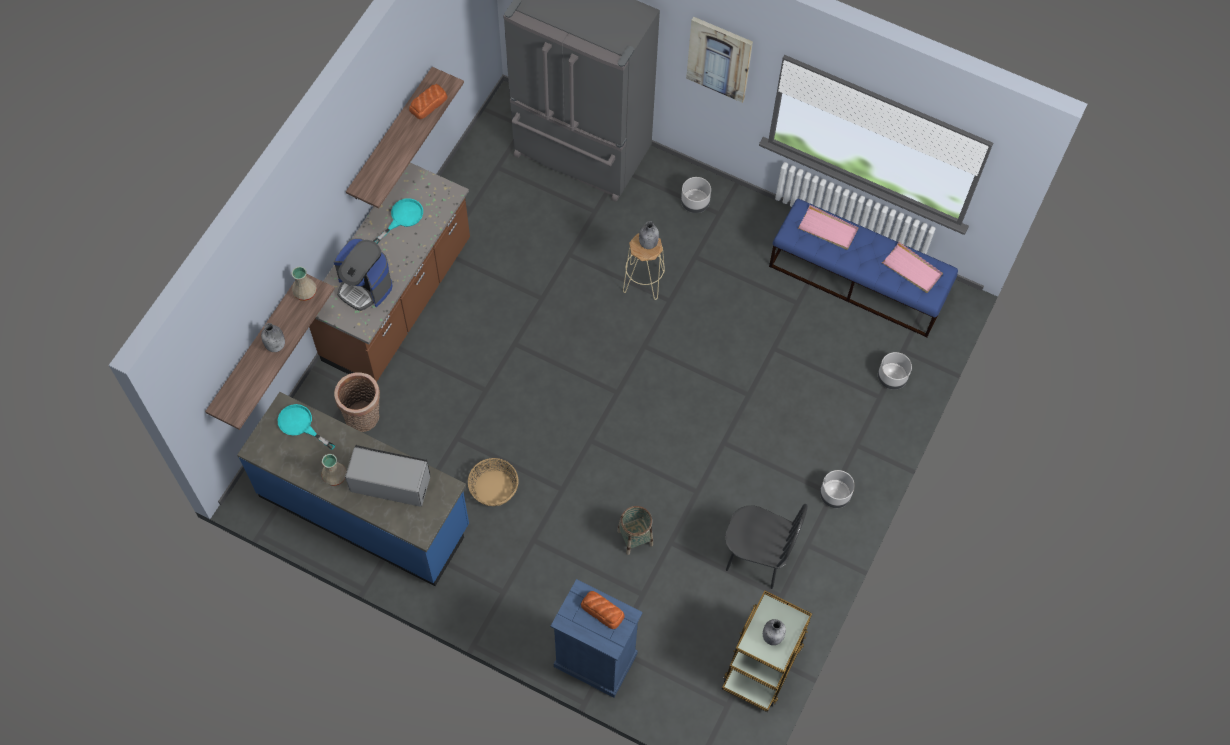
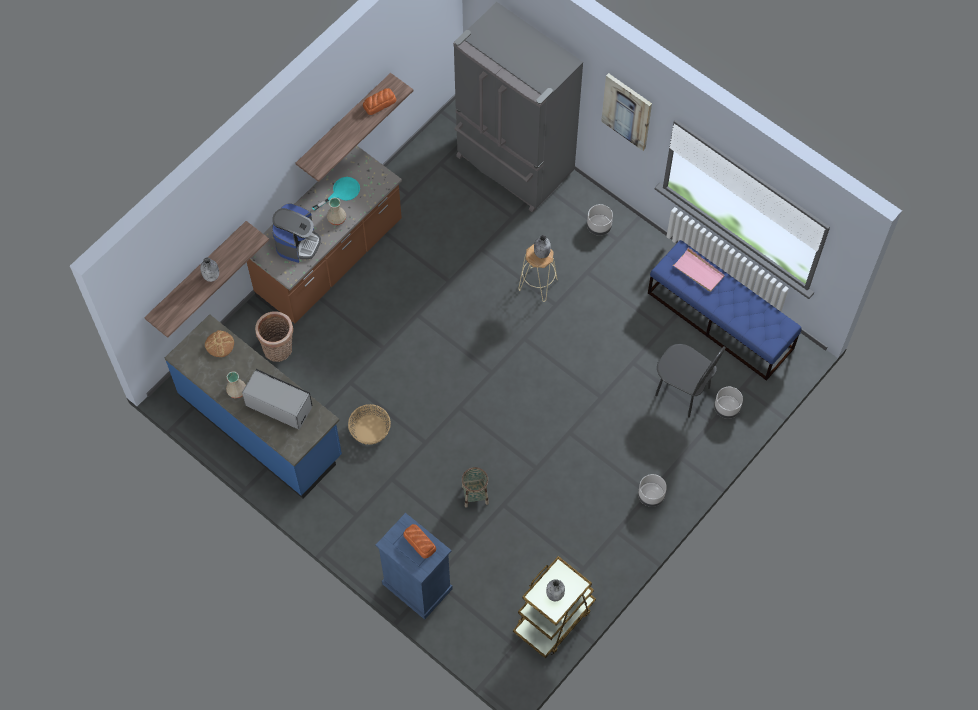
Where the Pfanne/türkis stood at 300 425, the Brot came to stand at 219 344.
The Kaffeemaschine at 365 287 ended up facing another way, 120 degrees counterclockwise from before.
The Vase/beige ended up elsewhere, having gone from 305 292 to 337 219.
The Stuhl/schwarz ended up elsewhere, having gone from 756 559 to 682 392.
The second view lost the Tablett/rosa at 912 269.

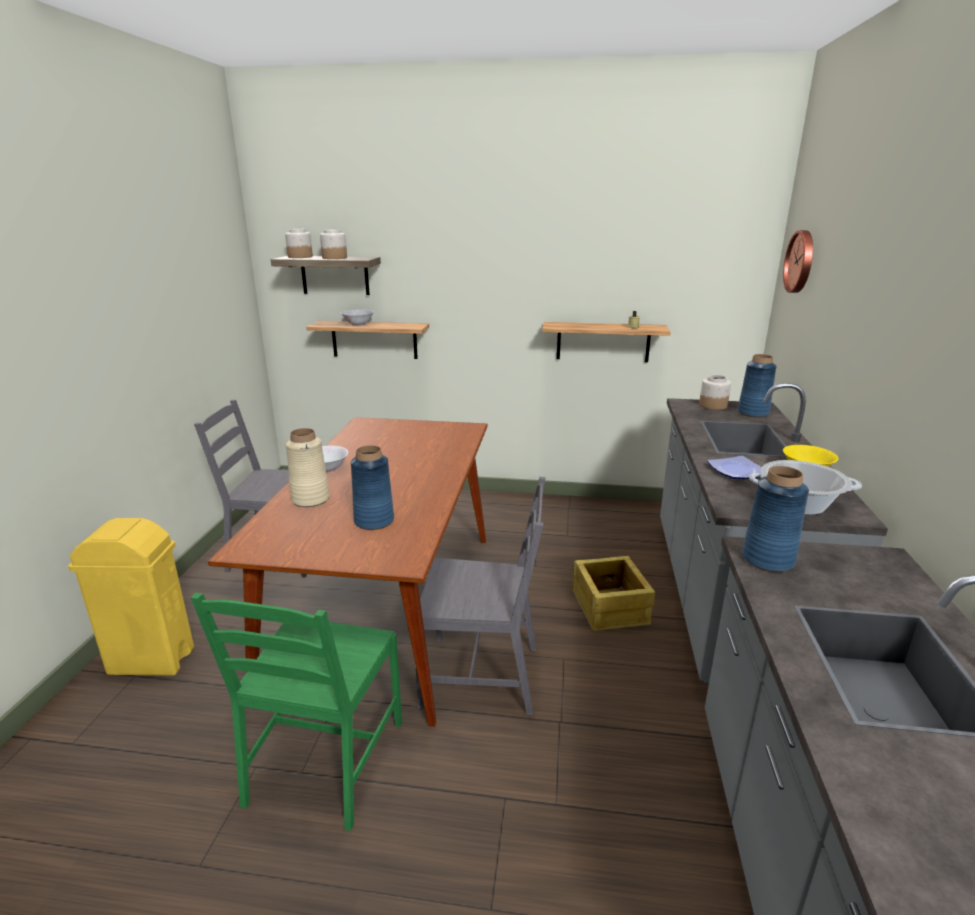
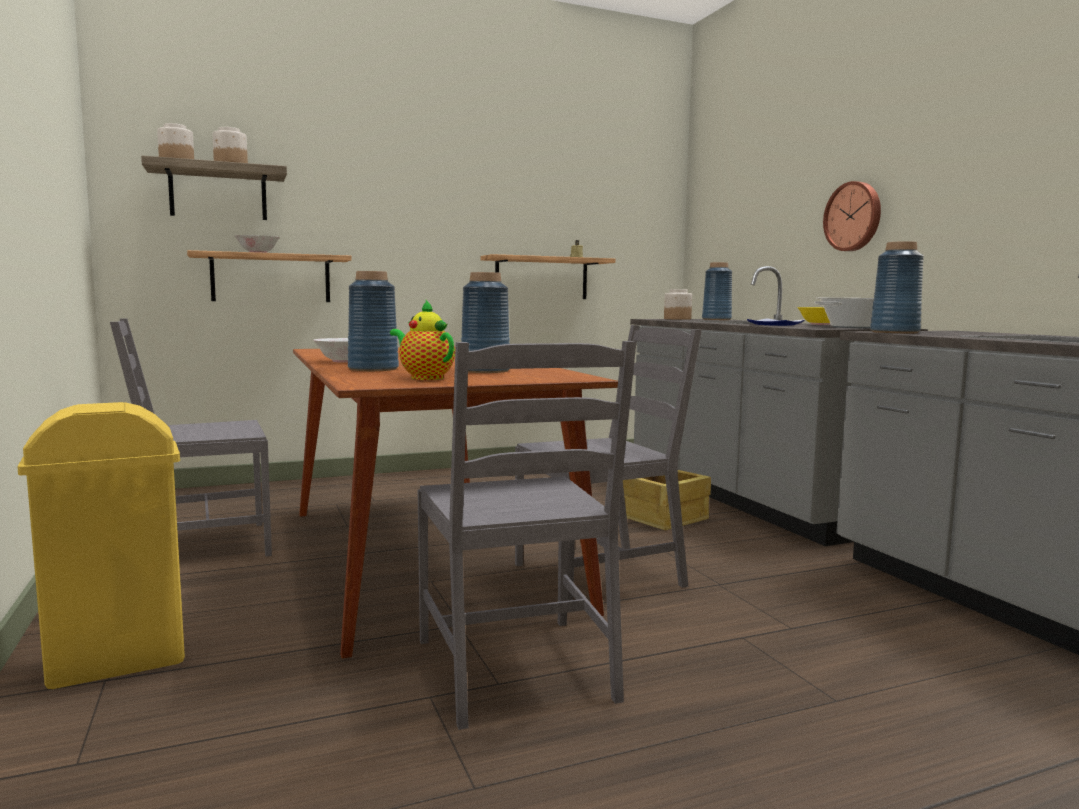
What was the Vase/beige at 310 499 turned into the Vase/blau at 373 369.
The second view gained the Teekanne at 424 377.
What was the Stuhl/grün at 325 762 turned into the Stuhl/grau at 517 669.
The Wanduhr ended up elsewhere, having gone from 801 262 to 854 216.

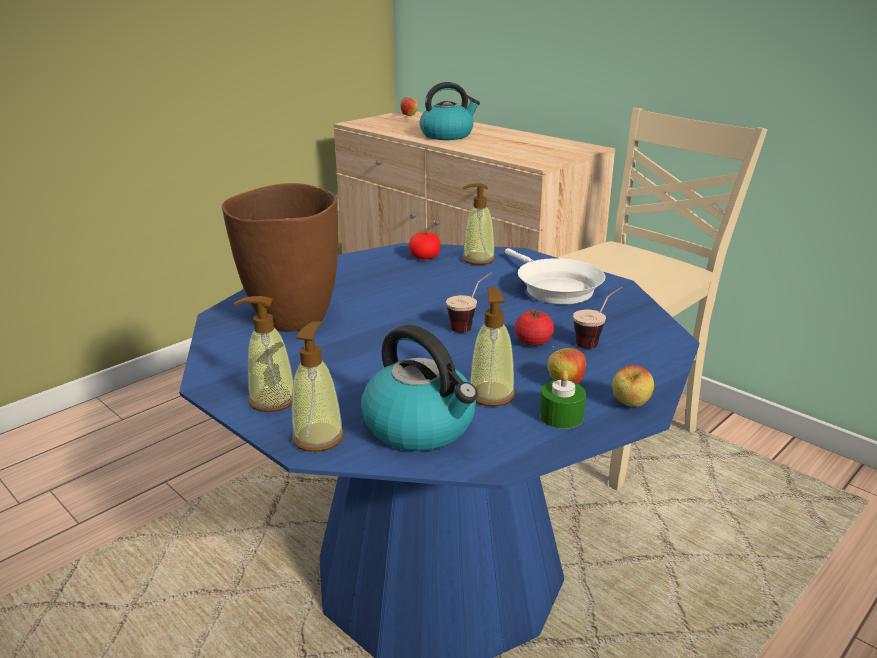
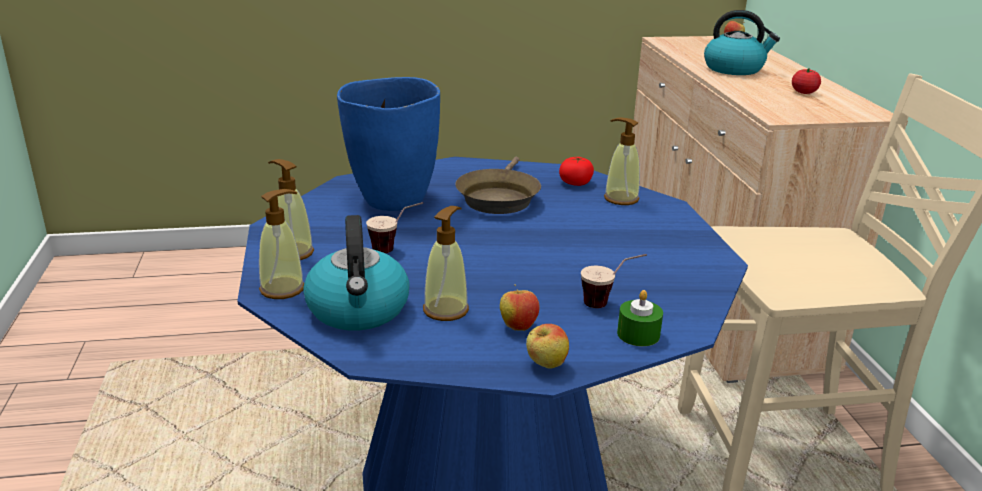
What was the Vase/braun at 293 319 turned into the Vase/blau at 393 200.
The Tasse ended up elsewhere, having gone from 470 325 to 395 249.
The second view gained the Pfanne/braun at 498 198.
The Kerze/grün ended up elsewhere, having gone from 561 416 to 638 334.
The Tomate ended up elsewhere, having gone from 533 342 to 804 92.
The second view lost the Pfanne/weiß at 554 288.

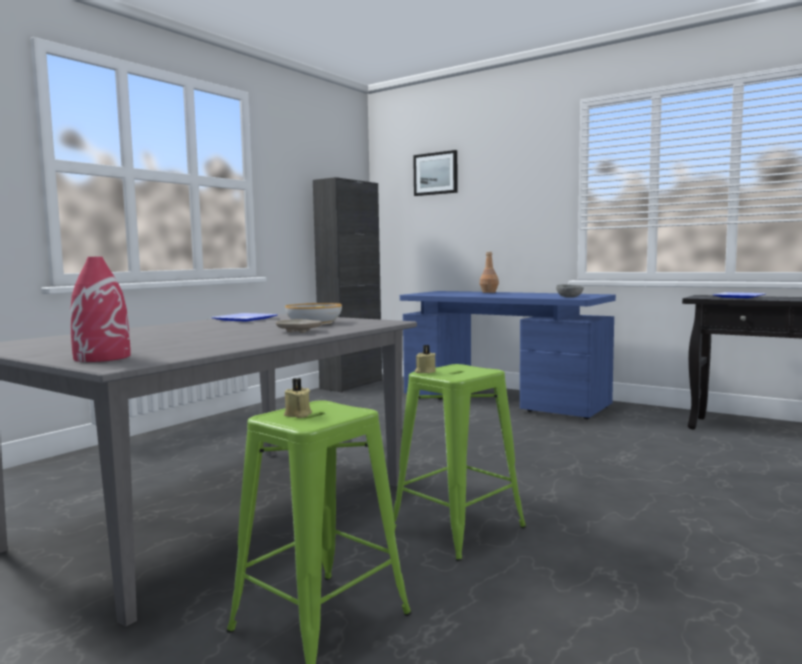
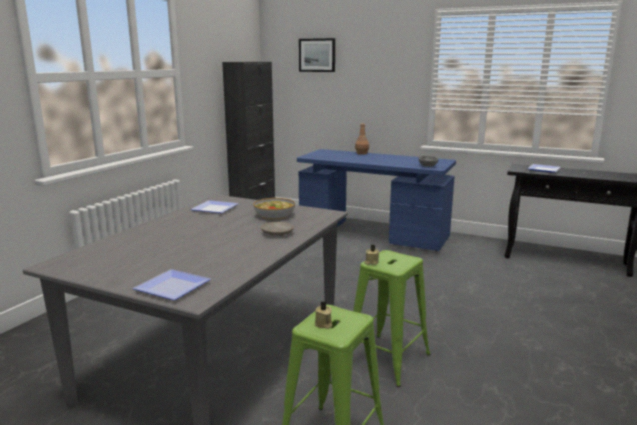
Where the Vase/rot stood at 102 357, the Teller came to stand at 172 286.

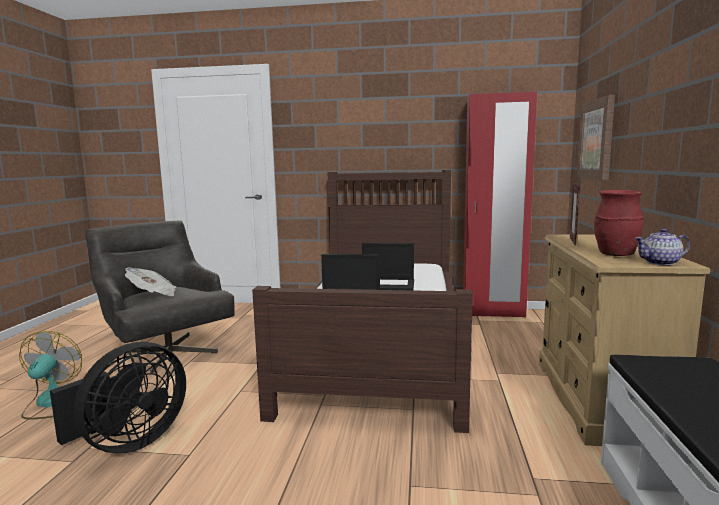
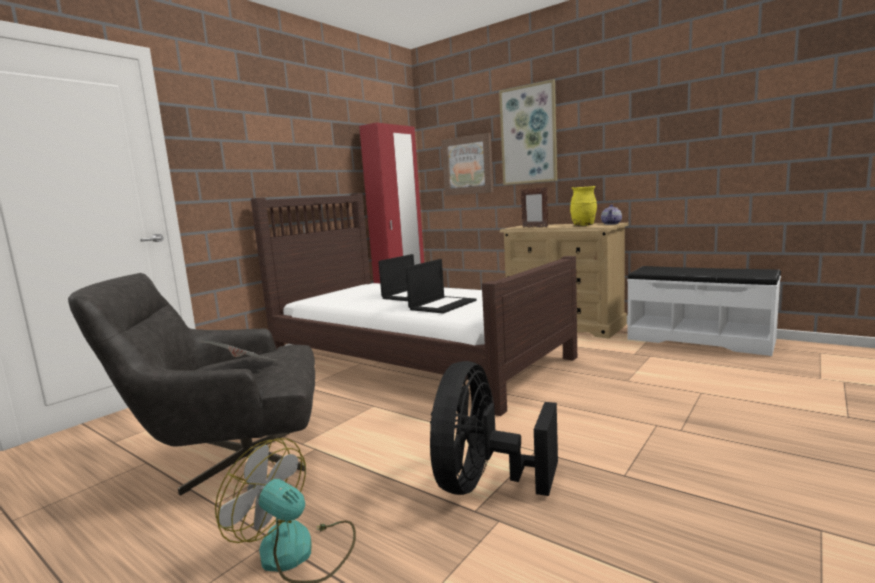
The Ventilator/schwarz at 128 443 ended up facing another way, 135 degrees counterclockwise from before.
The second view gained the Bild at 528 135.
What was the Vase/rot at 615 255 turned into the Vase/gelb at 584 225.

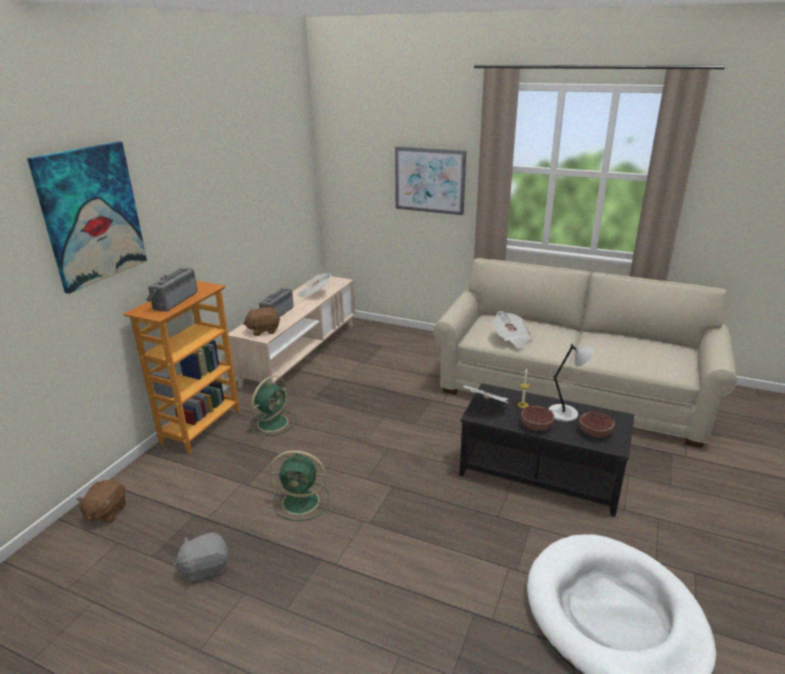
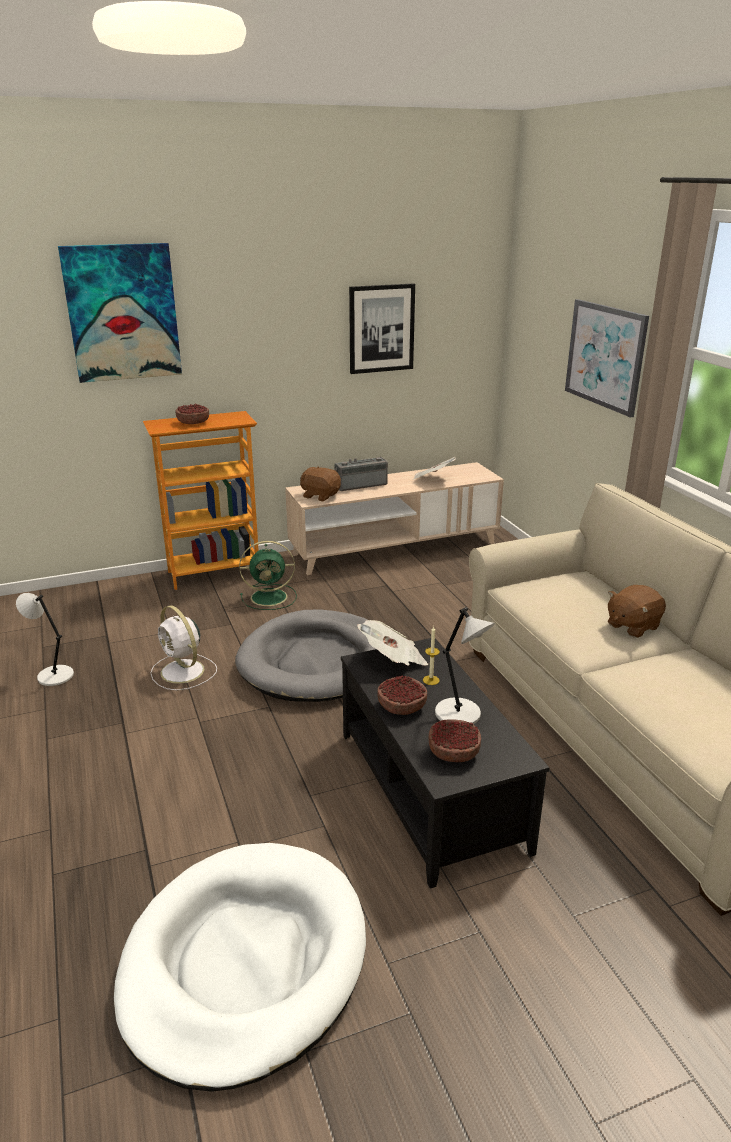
Where the Plüschtier/grau stood at 205 568, the Tischlampe/grau came to stand at 53 676.
What was the Ventilator/grün at 302 502 turned into the Ventilator/weiß at 183 672.
Where the Radio stood at 173 301, the Schüssel came to stand at 193 422.
The second view gained the Hundebett/grau at 316 661.
The second view gained the Bild at 381 328.
The Plüschtier/braun ended up elsewhere, having gone from 106 512 to 632 626.
The second view lost the Zeitung at 511 339.

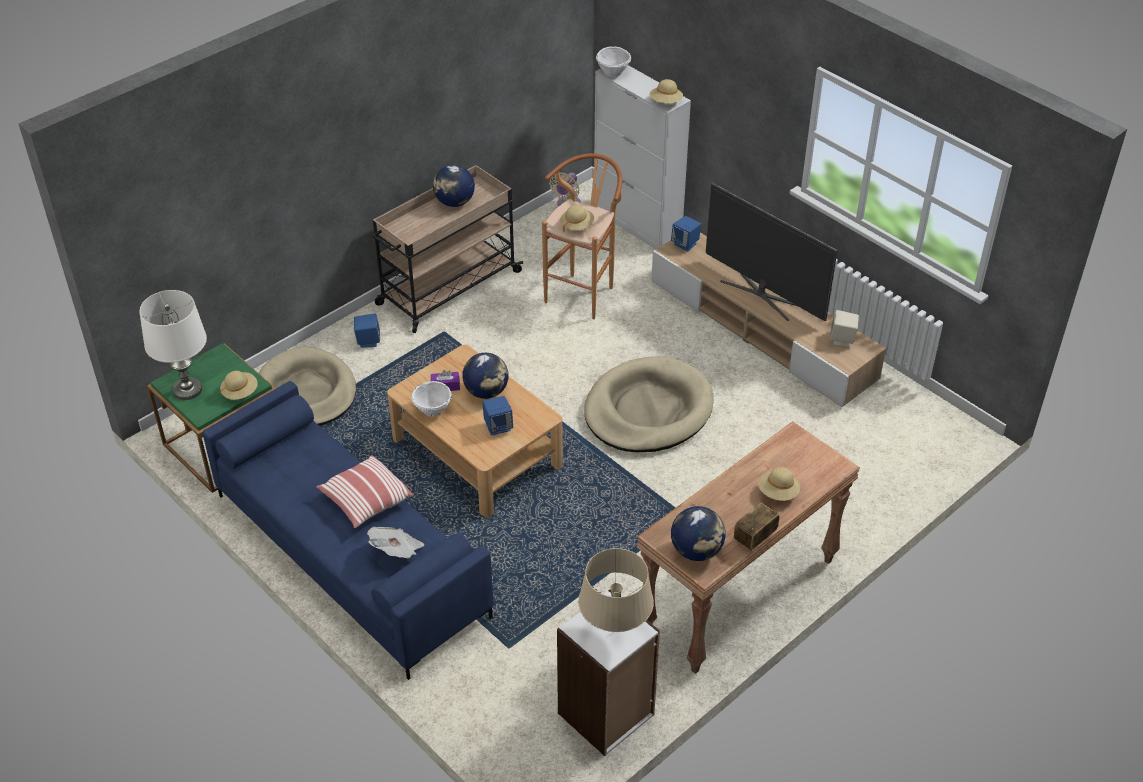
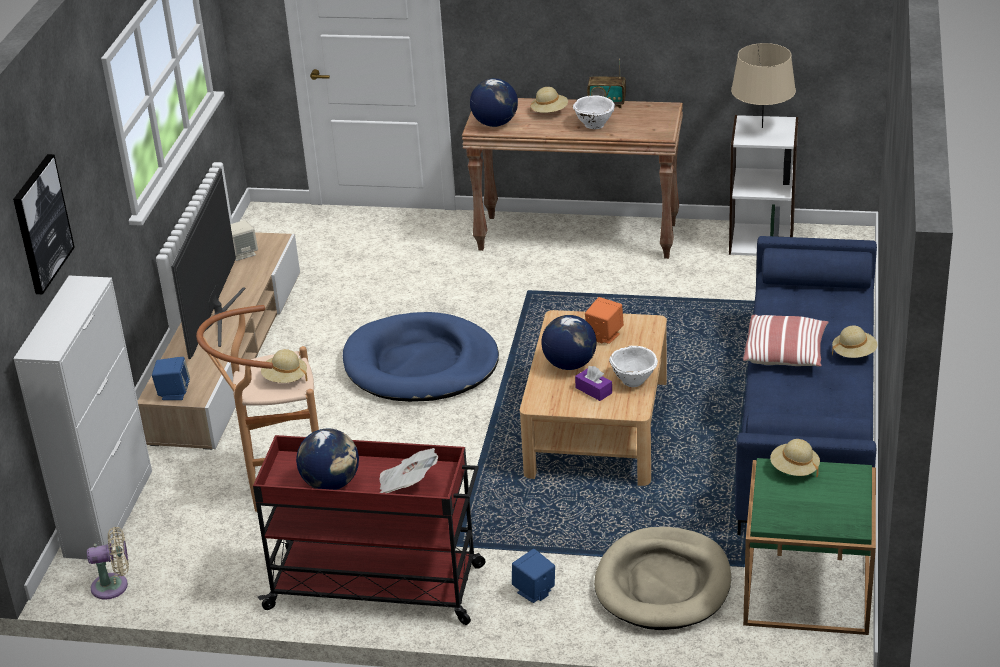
The second view gained the Bild at 41 223.
What was the Rollwagen/beige at 447 288 turned into the Rollwagen/rot at 378 587.
What was the Hundebett/beige at 648 410 turned into the Hundebett/blau at 421 364.
The Zeitung ended up elsewhere, having gone from 397 551 to 407 484.
The Globus ended up elsewhere, having gone from 696 551 to 495 123.
The Schüssel/weiß ended up elsewhere, having gone from 613 72 to 594 124.
What was the Lautsprecher/blau at 498 426 turned into the Lautsprecher/orange at 604 336.
The Hut/beige ended up elsewhere, having gone from 666 102 to 854 353.
The second view lost the Tischlampe/weiß at 187 390.

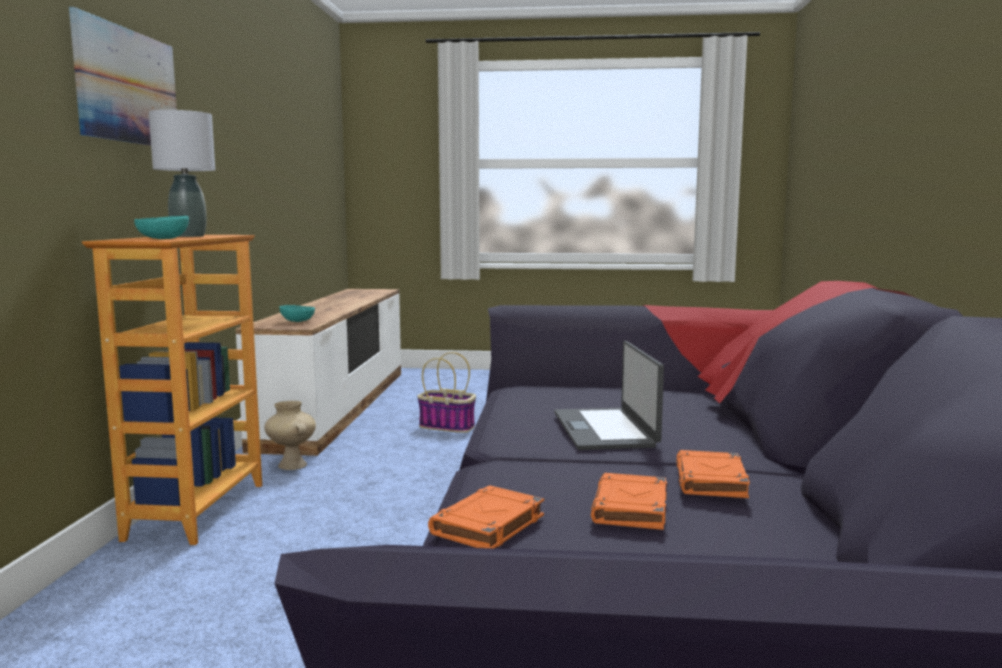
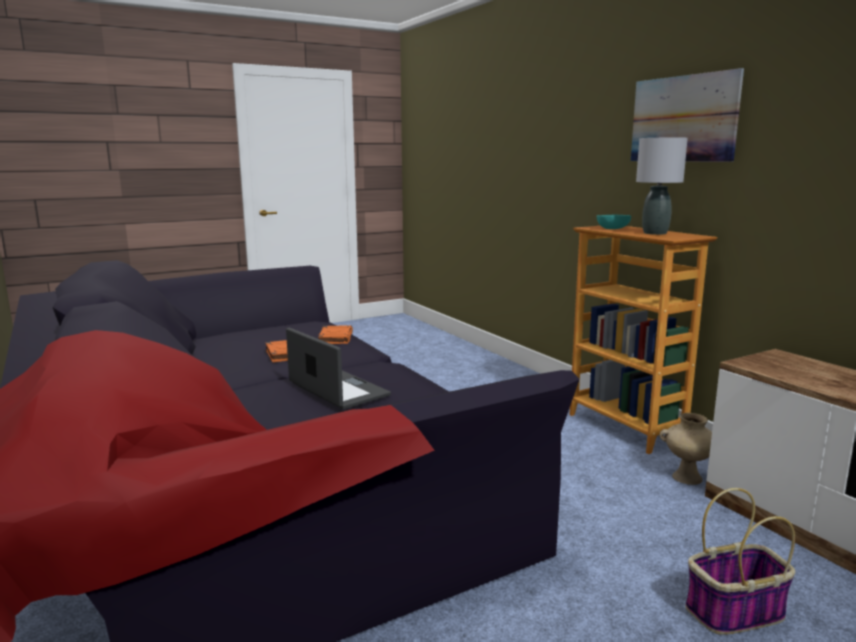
The second view lost the Schüssel/türkis at 298 321.
The second view lost the Buch/orange at 711 481.

